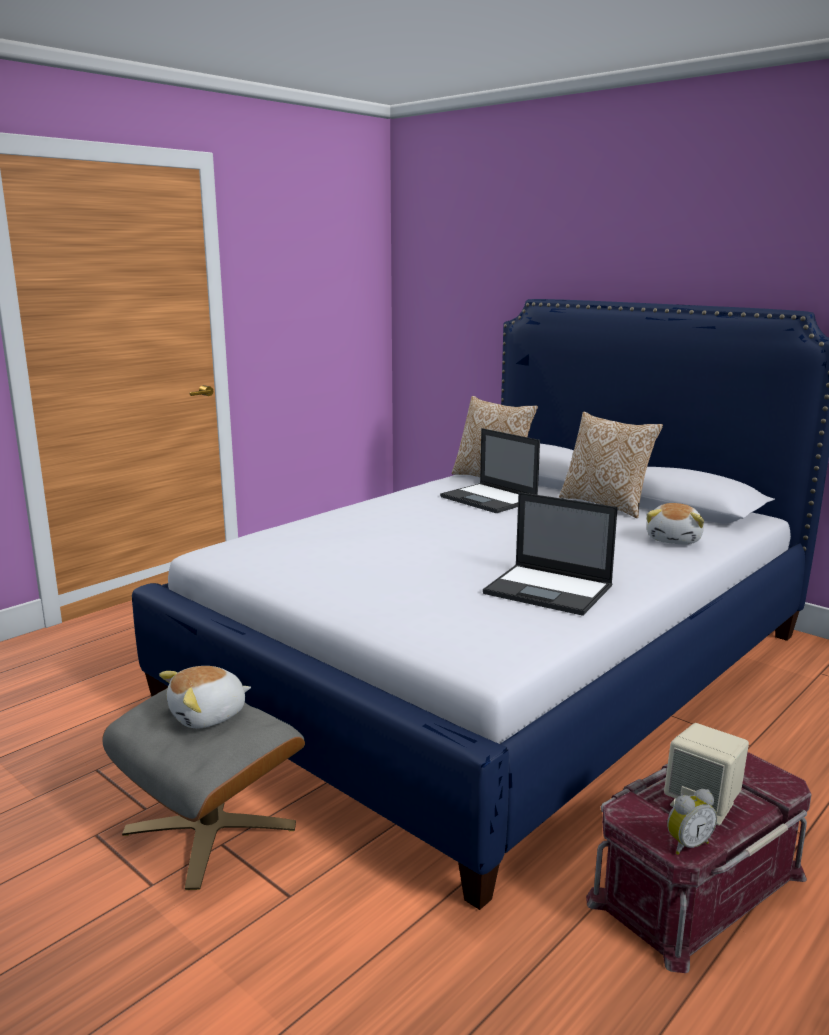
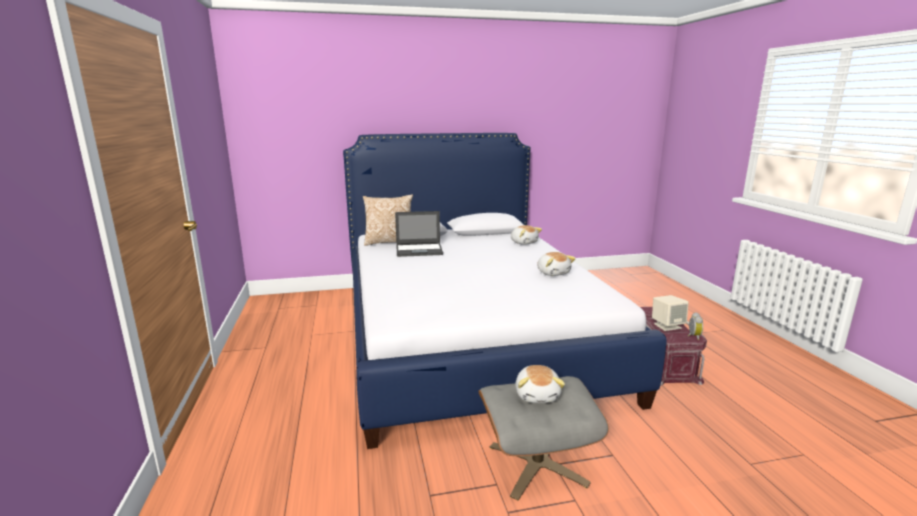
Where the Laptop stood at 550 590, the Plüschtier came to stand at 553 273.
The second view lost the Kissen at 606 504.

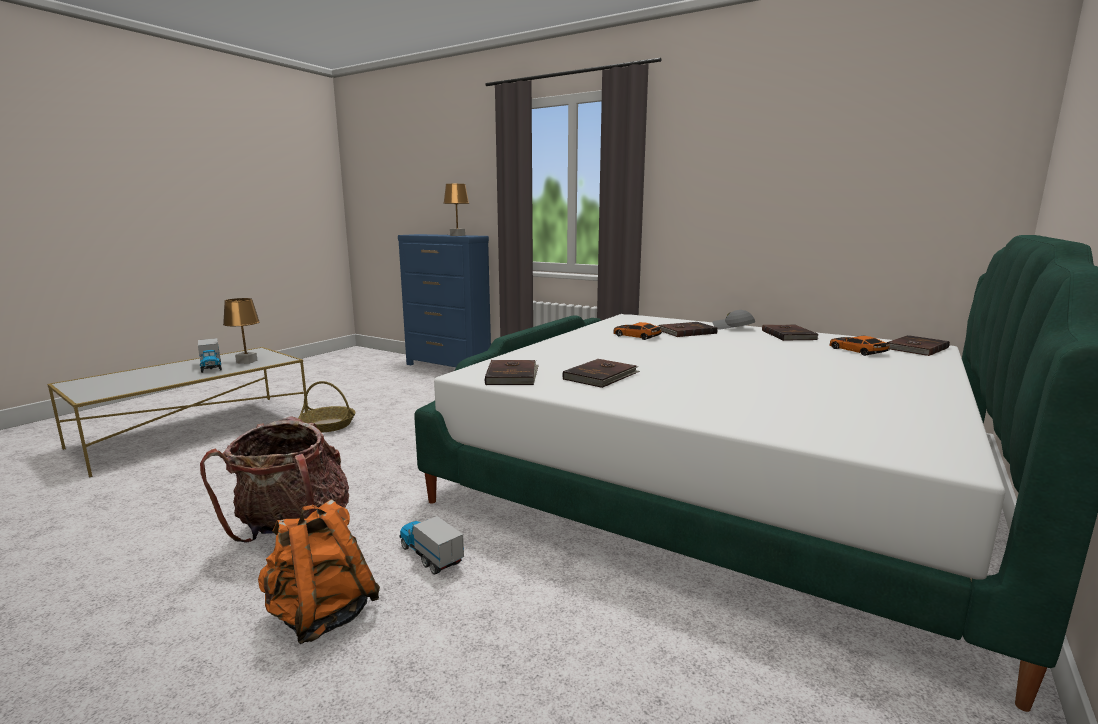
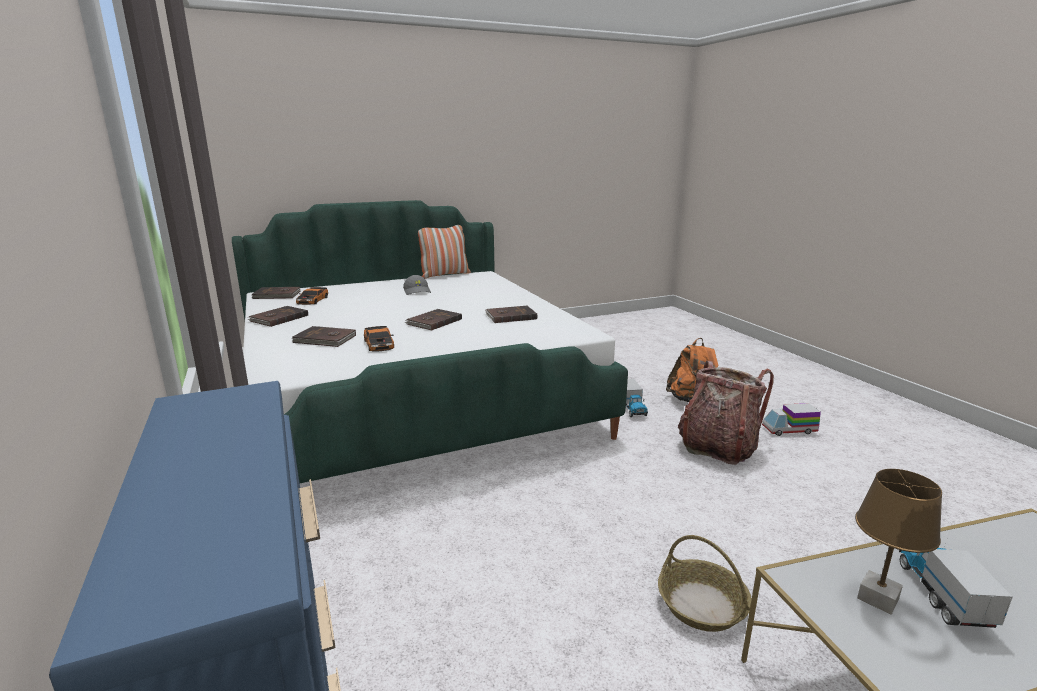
The Kappe/grau ended up elsewhere, having gone from 732 328 to 417 291.
The Buch/braun ended up elsewhere, having gone from 512 375 to 433 322.
The second view gained the Kissen at 444 275.
The second view gained the Spielzeuglaster at 789 430.
The second view lost the Tischlampe/braun at 457 235.

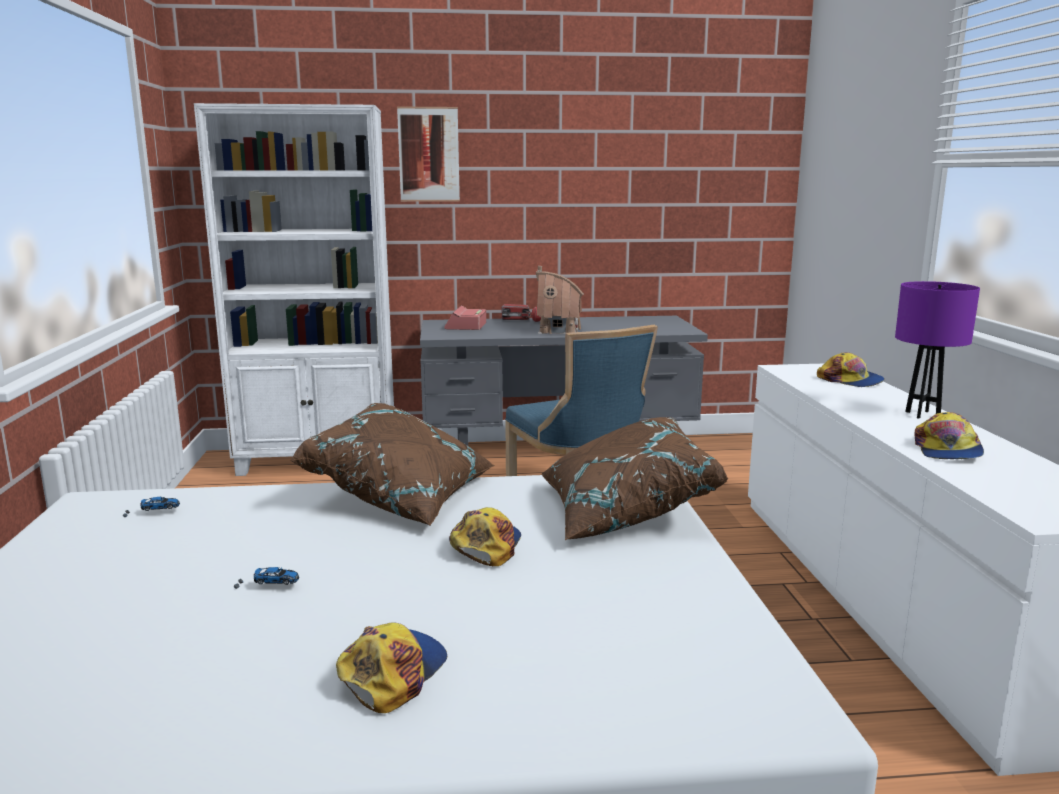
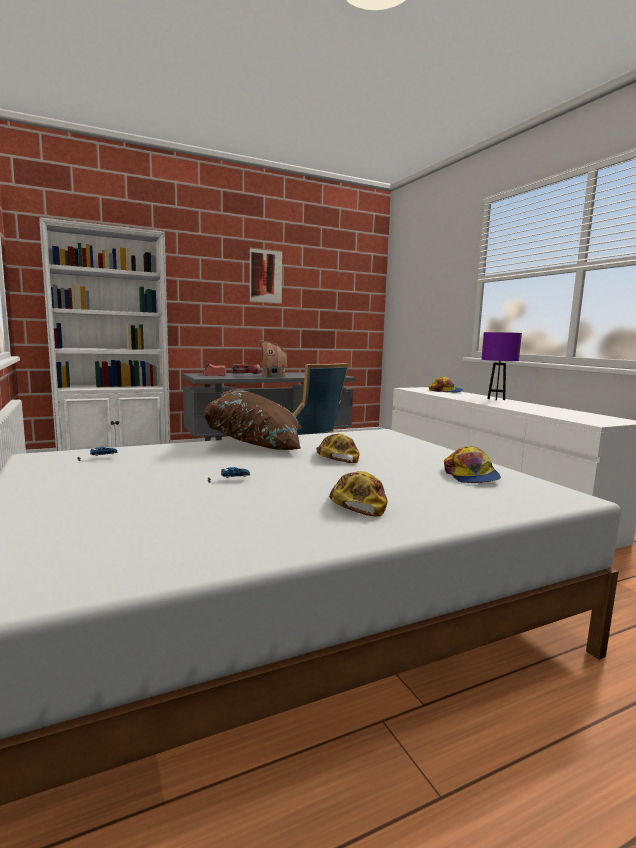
The Bild ended up elsewhere, having gone from 428 154 to 265 276.
The Kappe ended up elsewhere, having gone from 947 450 to 471 476.
The second view lost the Kissen/braun at 623 512.

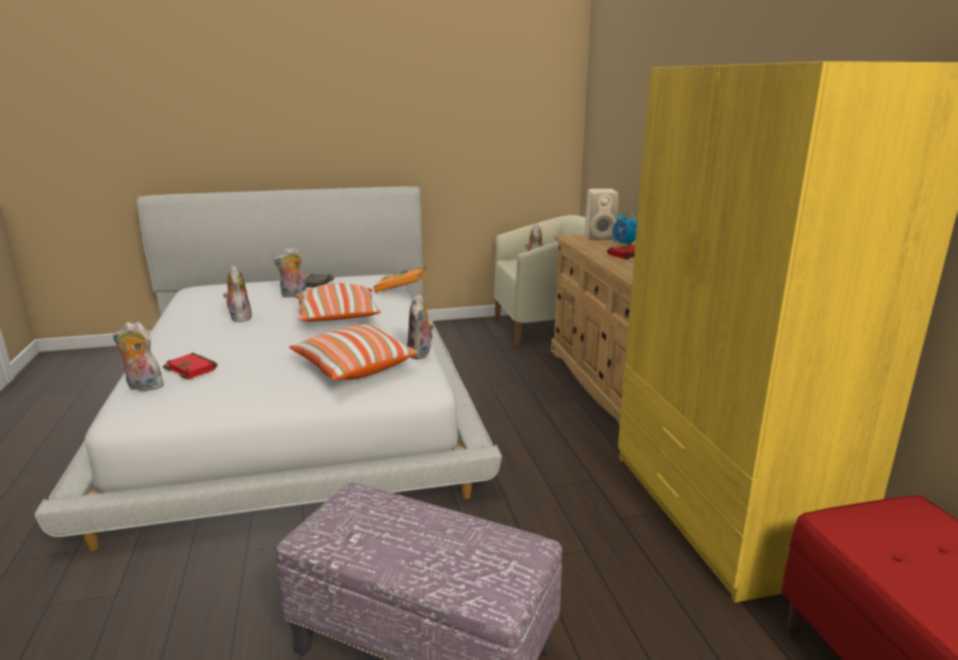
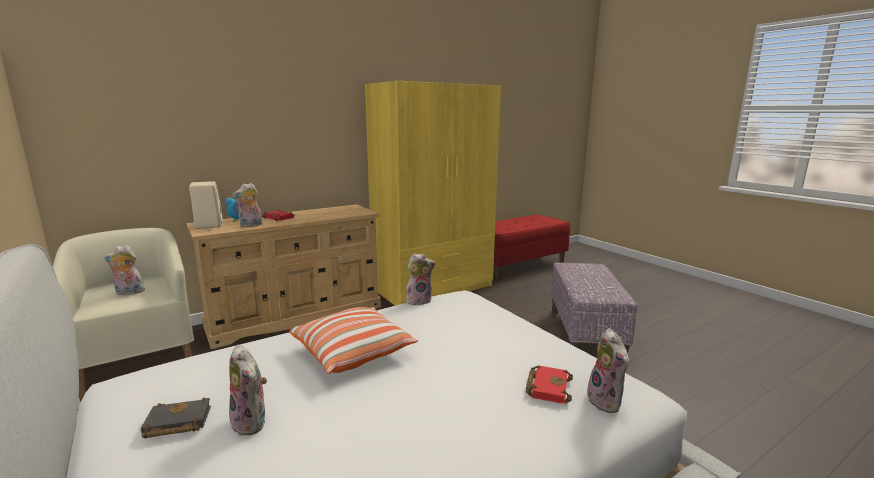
The Plüschtier ended up elsewhere, having gone from 239 317 to 251 225.
The second view lost the Kissen at 353 367.
The second view lost the Buch/orange at 401 289.

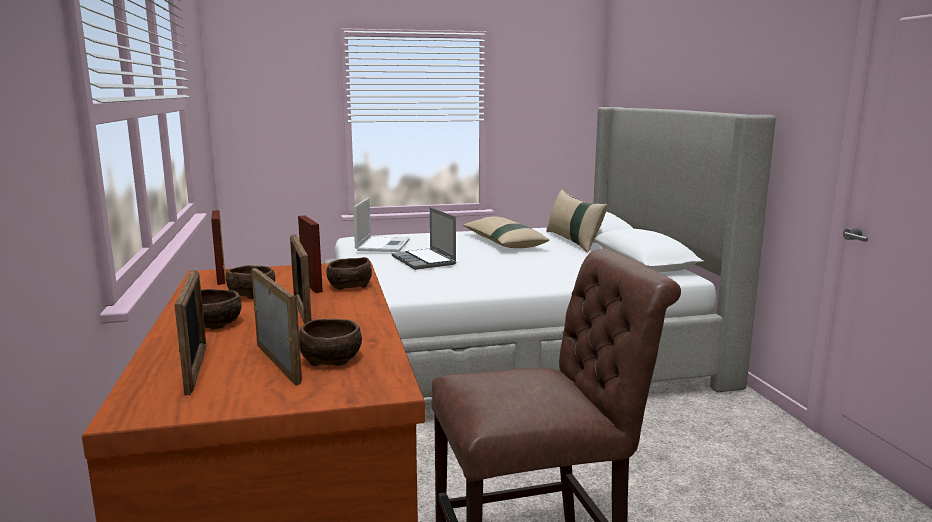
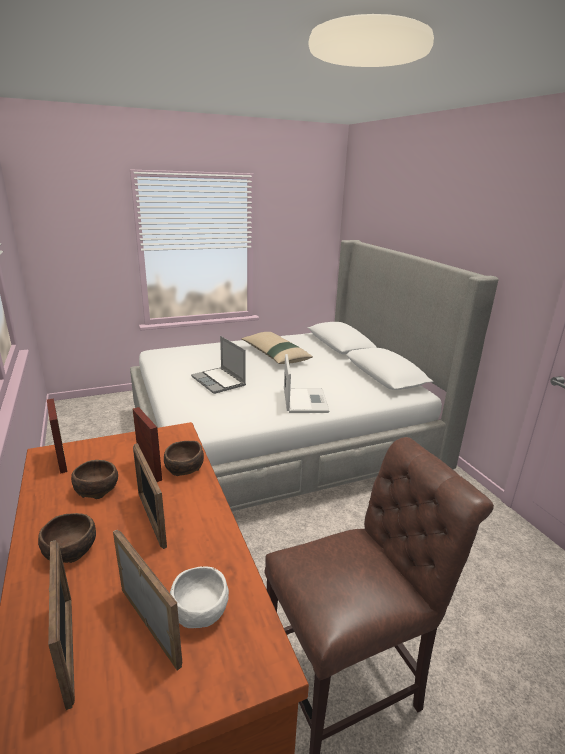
What was the Schüssel/braun at 332 358 turned into the Schüssel/weiß at 201 609.
The Laptop ended up elsewhere, having gone from 383 245 to 304 400.
The second view lost the Kissen/beige at 573 241.

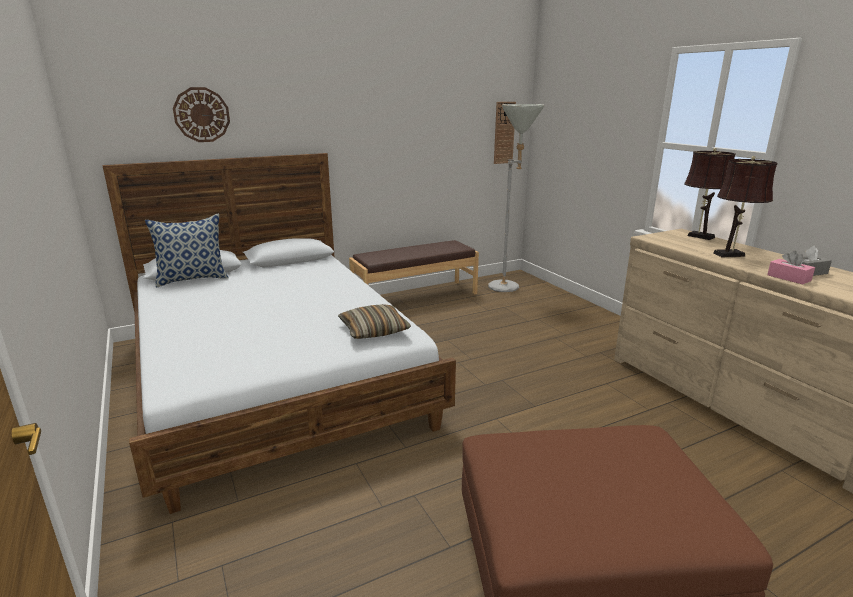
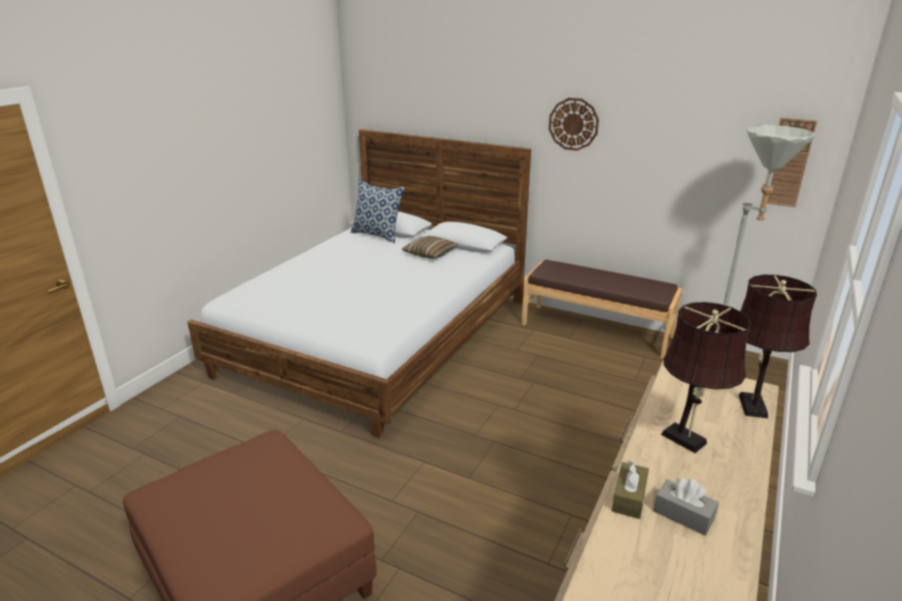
The Kissen ended up elsewhere, having gone from 374 330 to 430 253.
The Wanduhr ended up elsewhere, having gone from 201 115 to 573 124.
What was the Taschentuchbox/rosa at 788 278 turned into the Taschentuchbox/braun at 629 498.

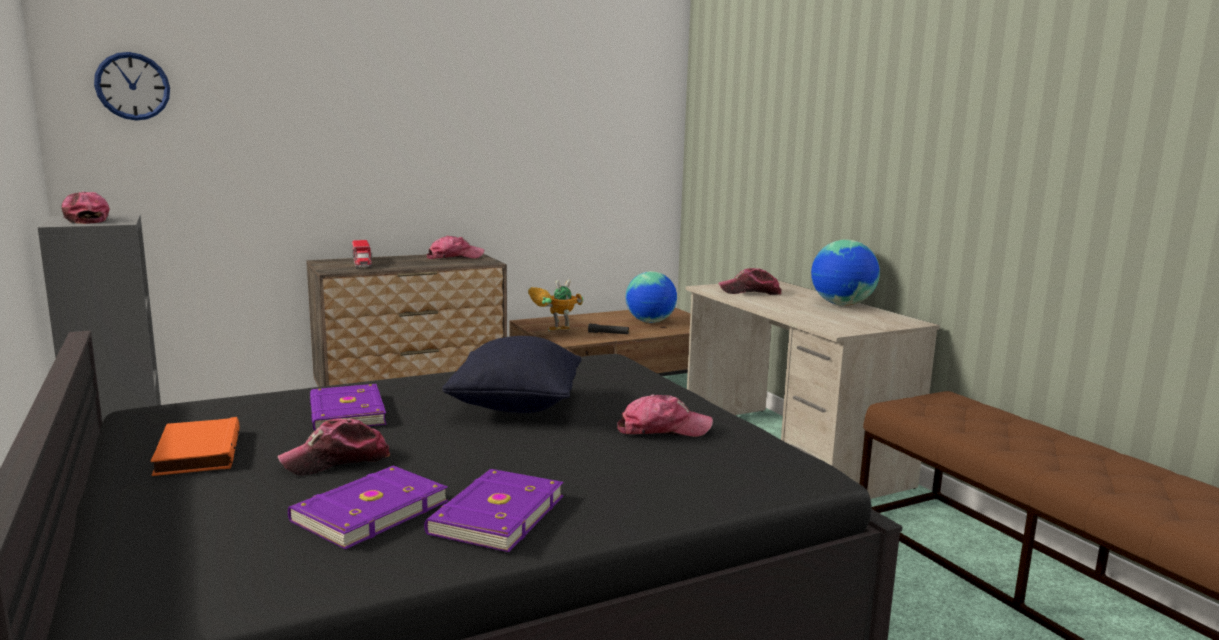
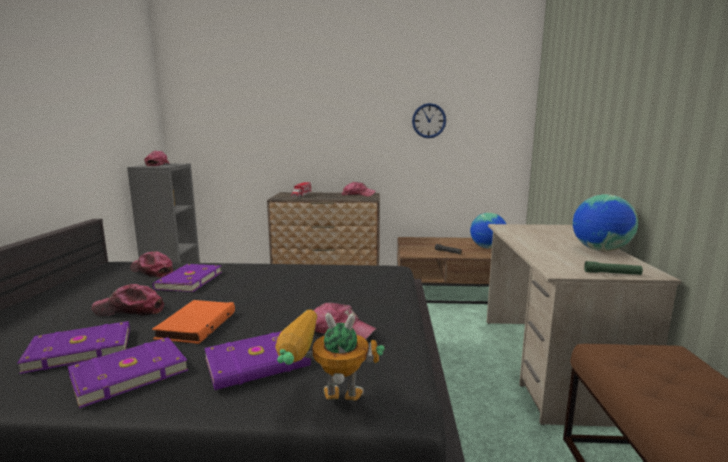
The Kappe ended up elsewhere, having gone from 750 292 to 152 271.
The Buch/orange ended up elsewhere, having gone from 195 452 to 195 325.
The second view gained the Buch/lila at 258 363.
The Spielzeugroboter ended up elsewhere, having gone from 552 334 to 324 404.
The Wanduhr ended up elsewhere, having gone from 132 86 to 429 120.
The second view gained the Taschenlampe/grün at 612 273.
The second view lost the Kissen/schwarz at 516 406.

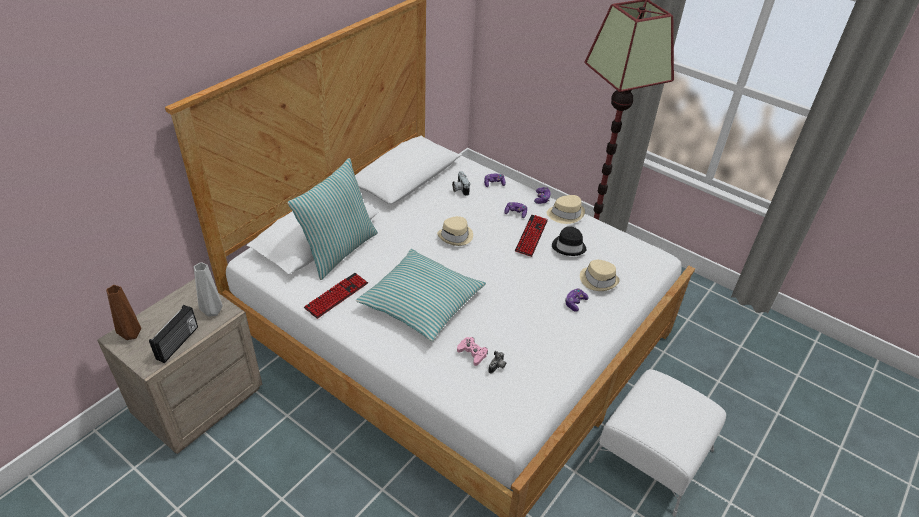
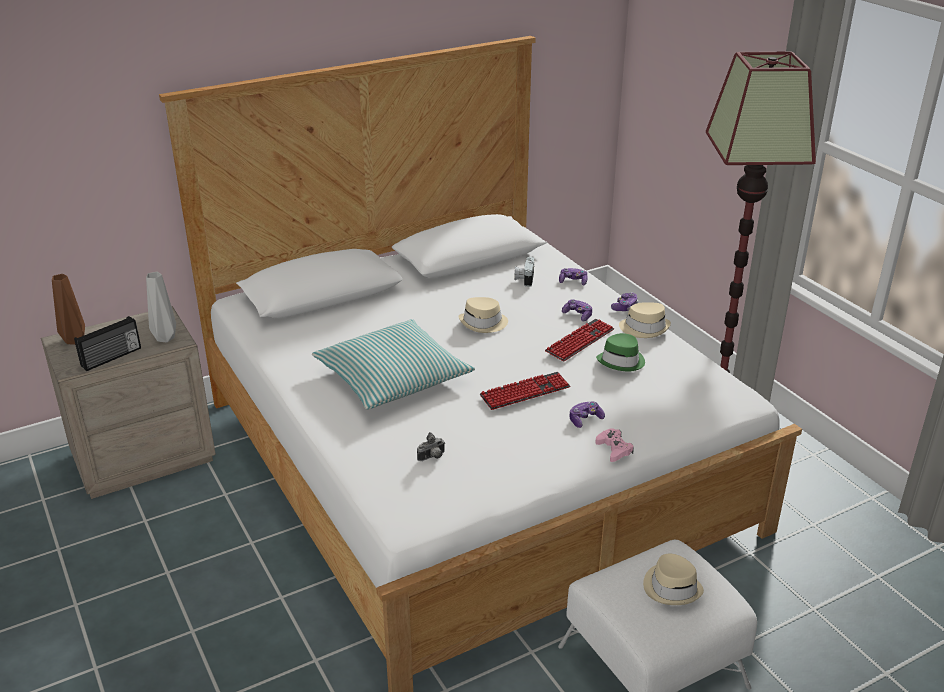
The Tastatur ended up elsewhere, having gone from 336 296 to 525 392.
The Gamepad/rosa ended up elsewhere, having gone from 472 353 to 614 449.
What was the Hut/schwarz at 569 246 turned into the Hut/grün at 622 361.
The Hut/beige ended up elsewhere, having gone from 598 280 to 672 587.
The second view lost the Kissen at 338 250.

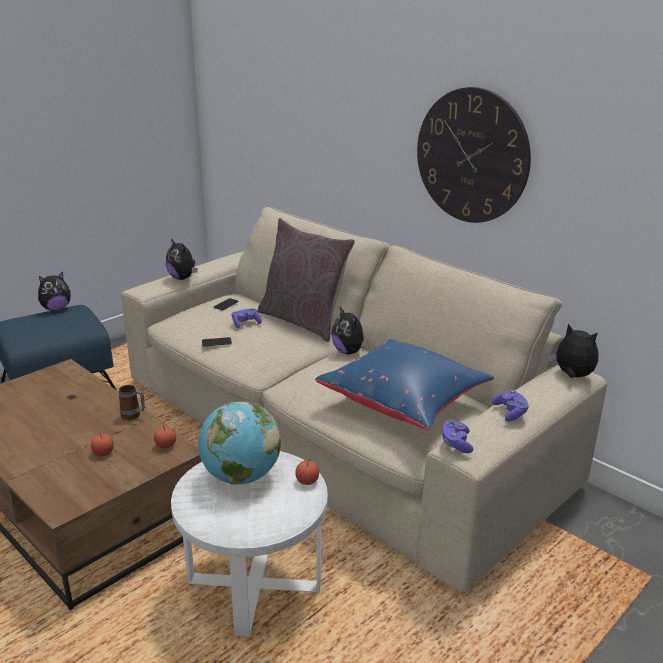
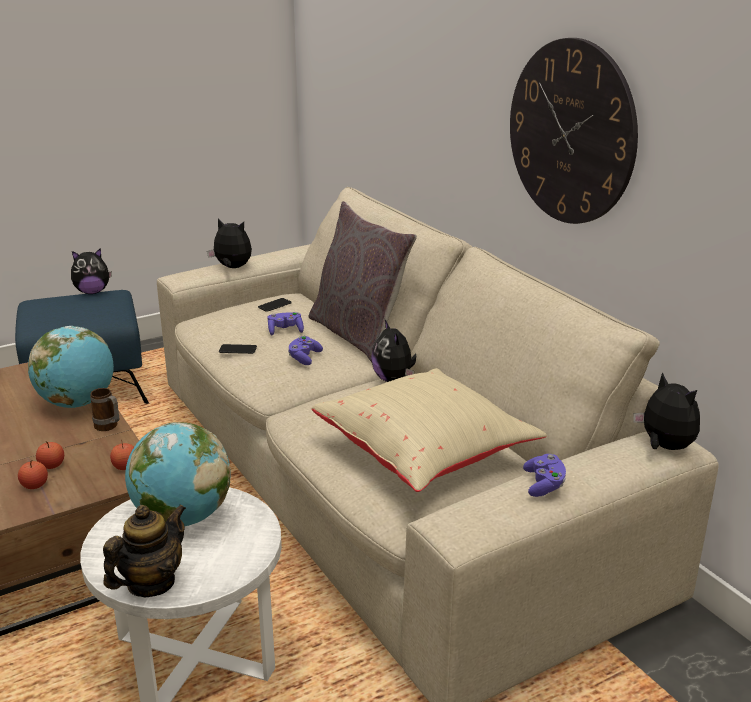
The Apfel ended up elsewhere, having gone from 307 481 to 34 485.
The second view gained the Globus at 77 403.
The second view gained the Teekanne at 151 583.
The Plüschtier at 183 278 ended up facing another way, 135 degrees clockwise from before.
The Gamepad/lila ended up elsewhere, having gone from 456 443 to 304 358.
What was the Kissen/blau at 404 403 turned into the Kissen/beige at 426 453.

